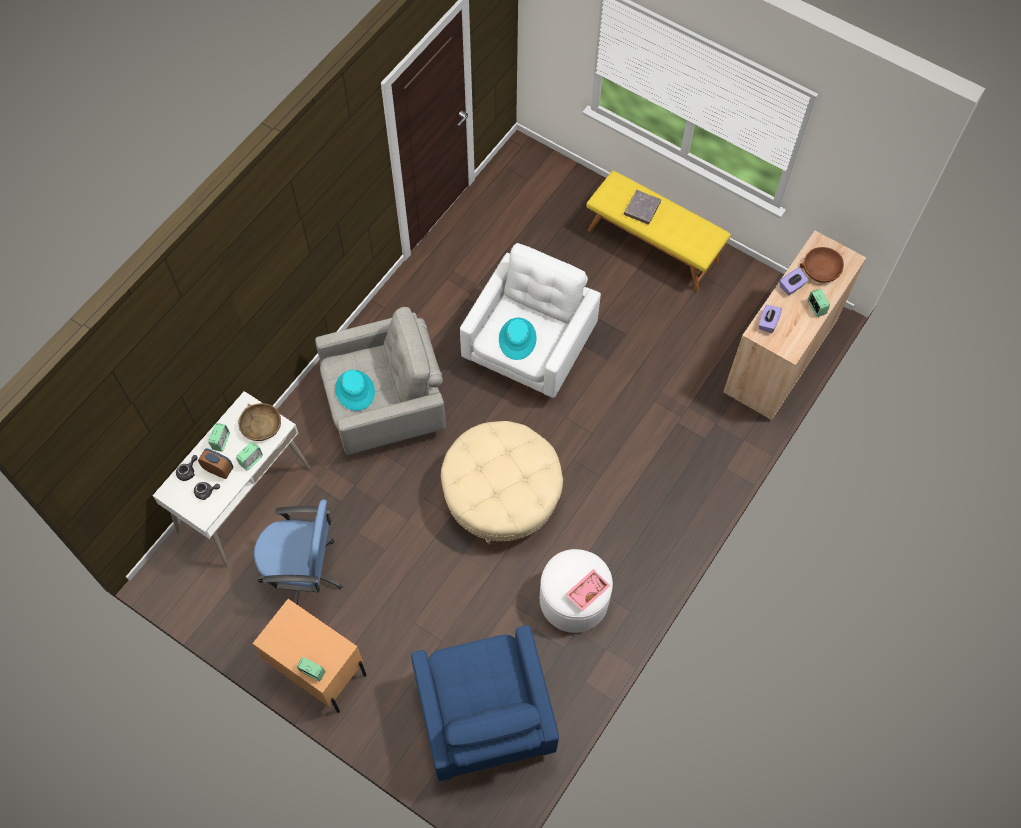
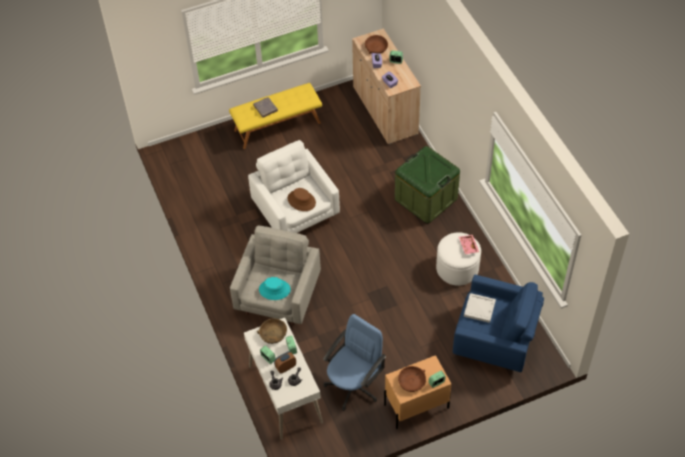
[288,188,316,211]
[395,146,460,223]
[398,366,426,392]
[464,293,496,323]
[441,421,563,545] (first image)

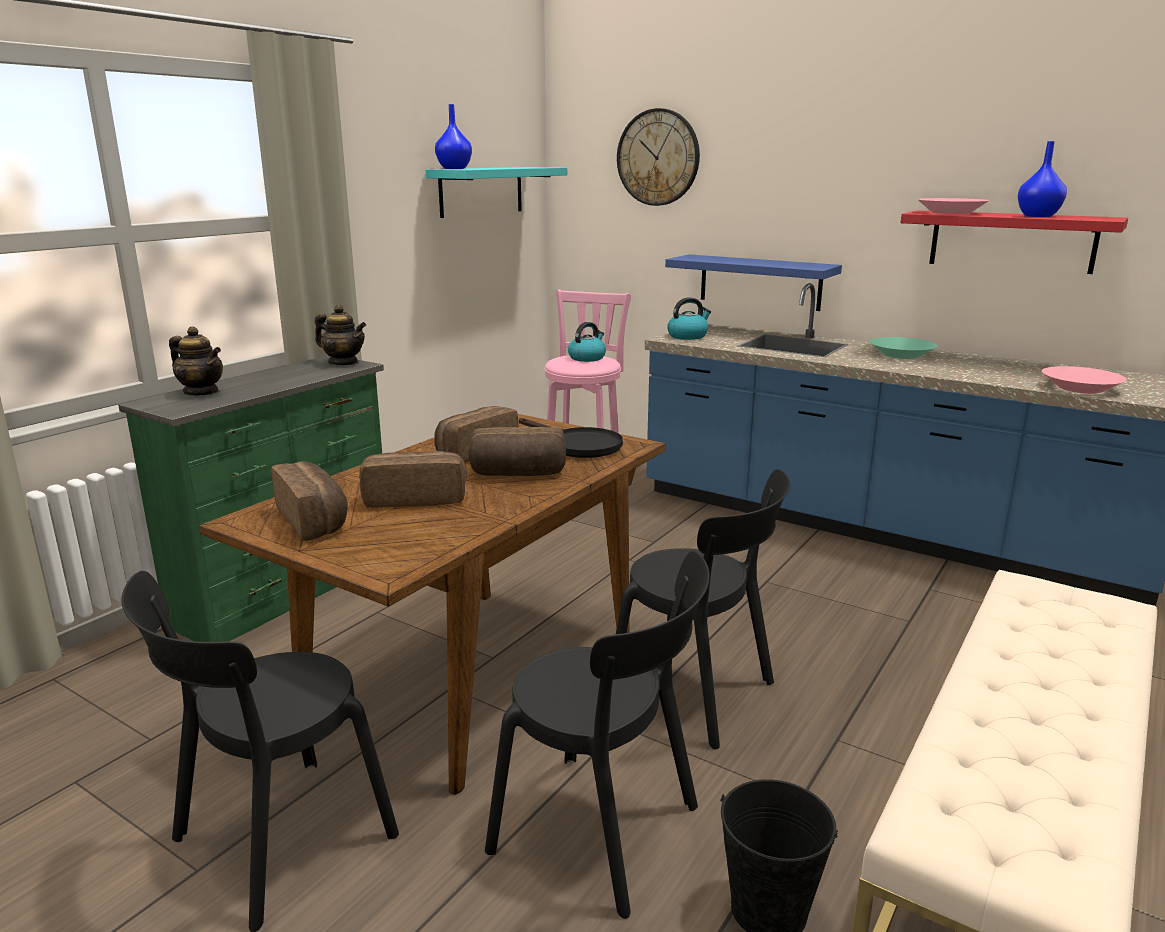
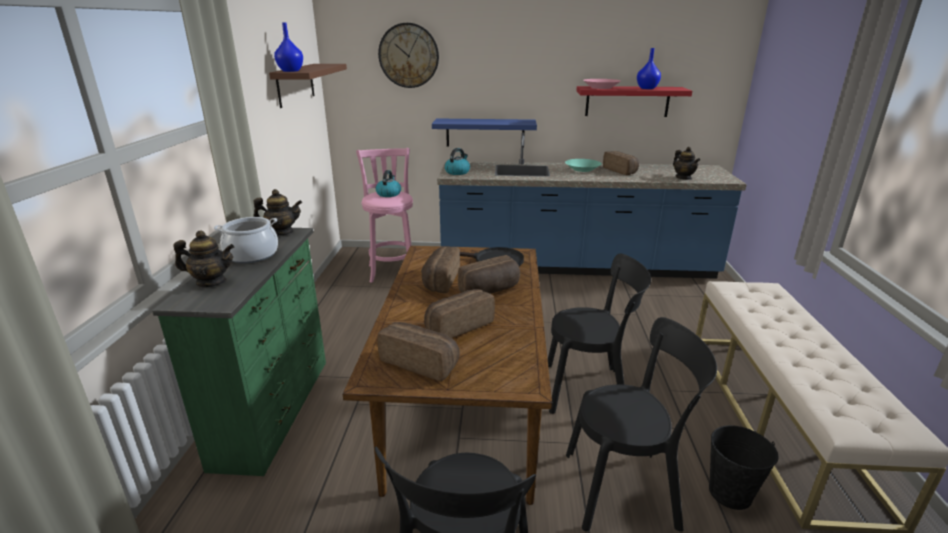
[214,217,278,263]
[269,64,347,108]
[603,151,639,175]
[673,147,700,180]

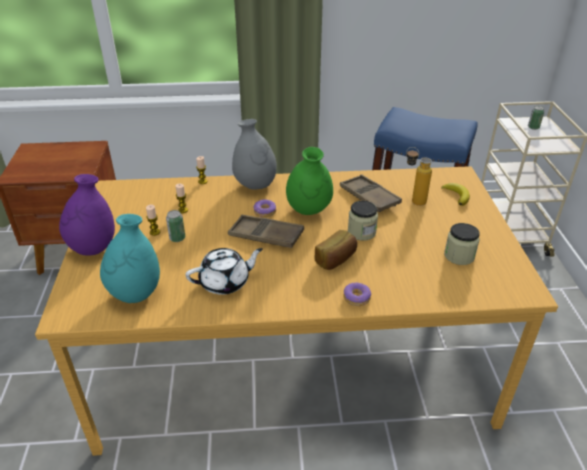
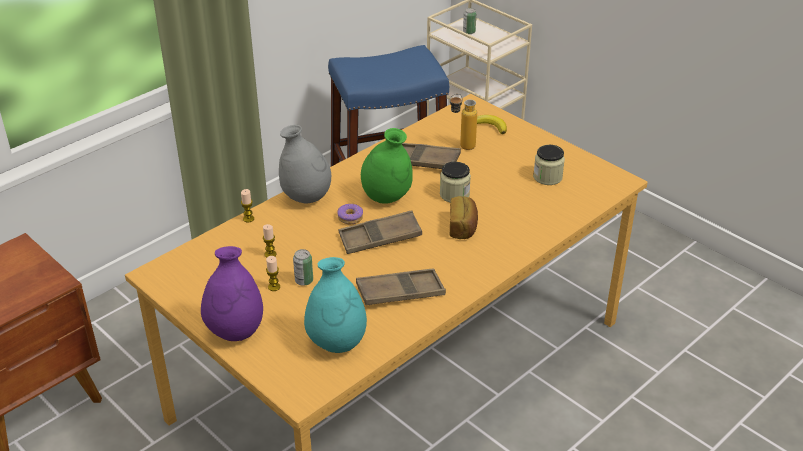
[356,268,446,305]
[343,282,371,306] (first image)

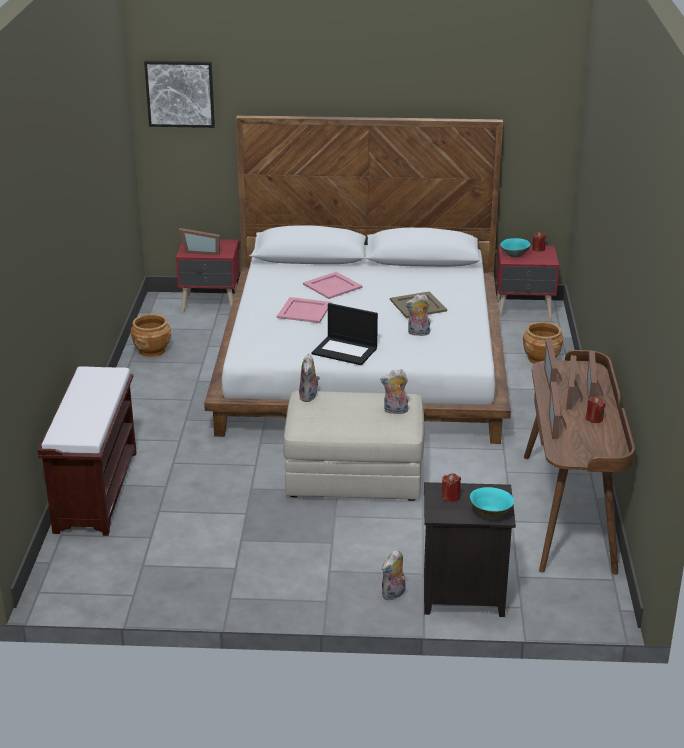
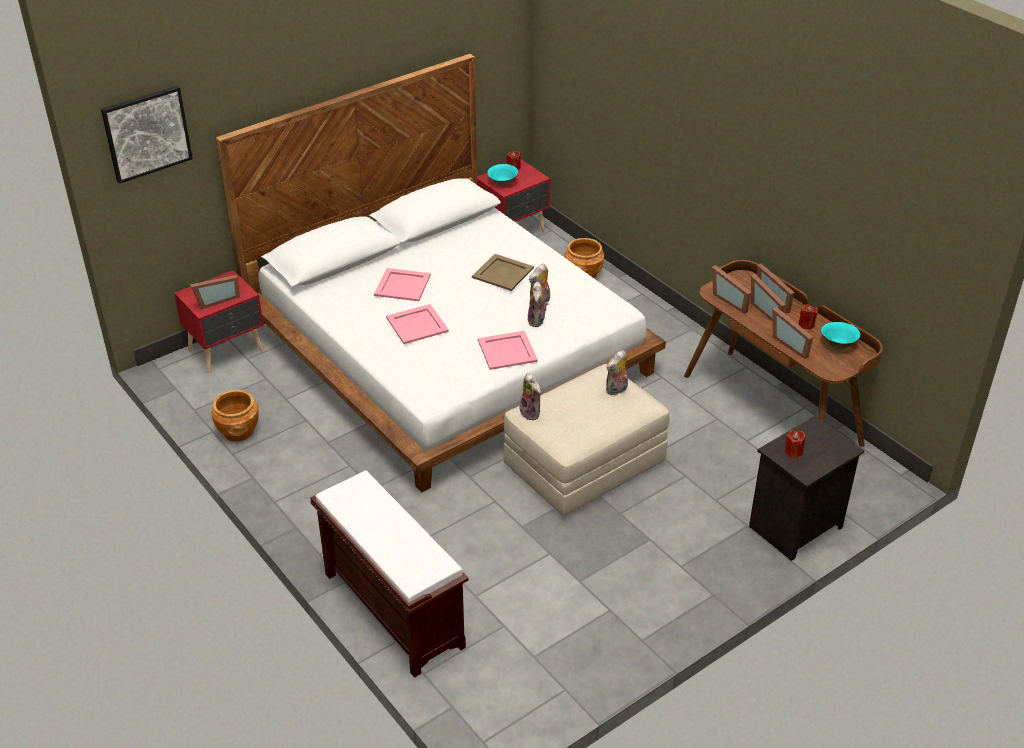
[478,331,538,370]
[528,281,548,327]
[821,322,860,350]

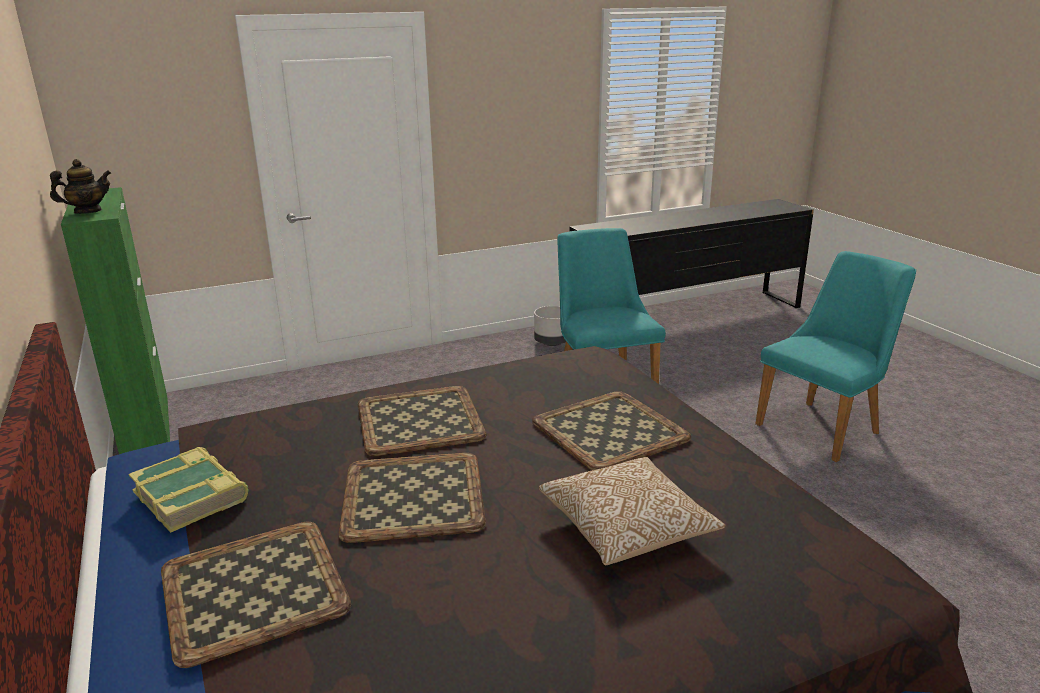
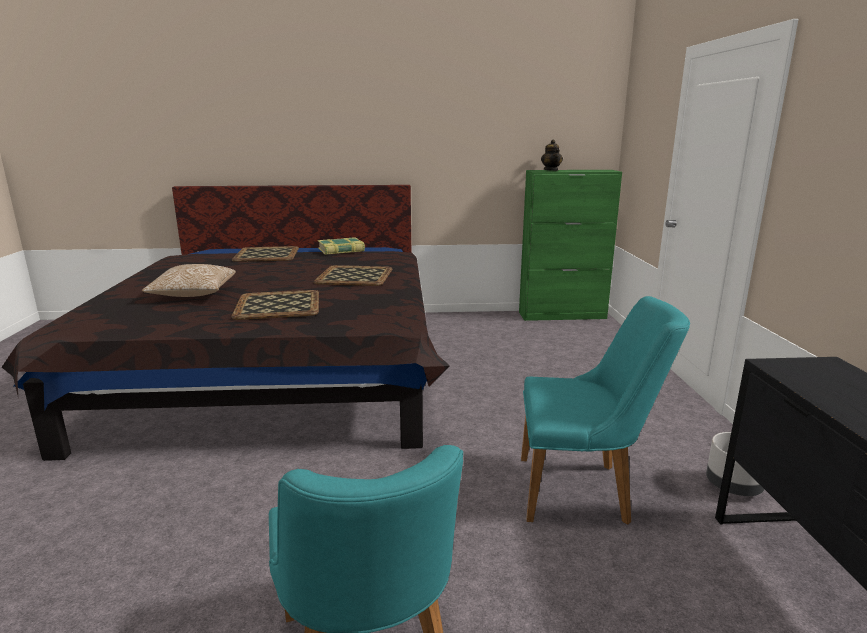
[338,453,486,543] (first image)

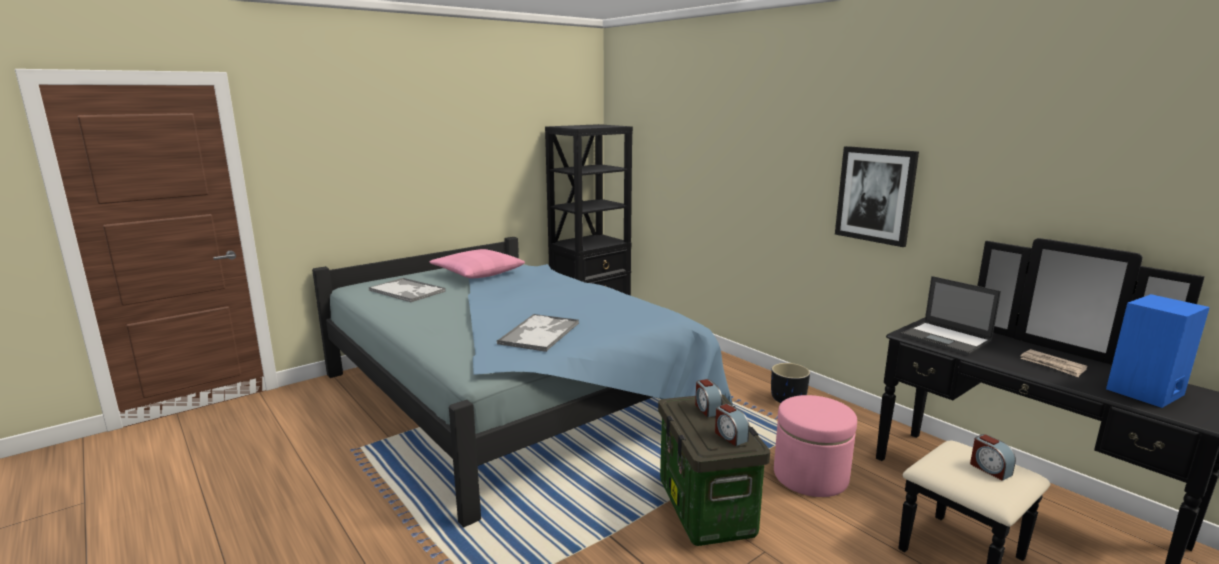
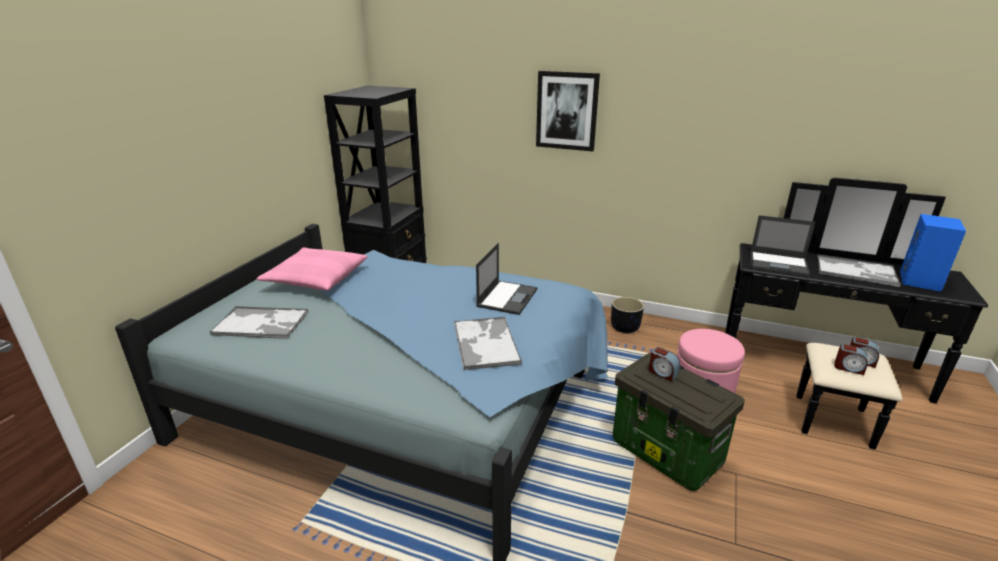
[476,243,537,315]
[536,71,600,151]
[817,254,901,287]
[834,344,868,375]

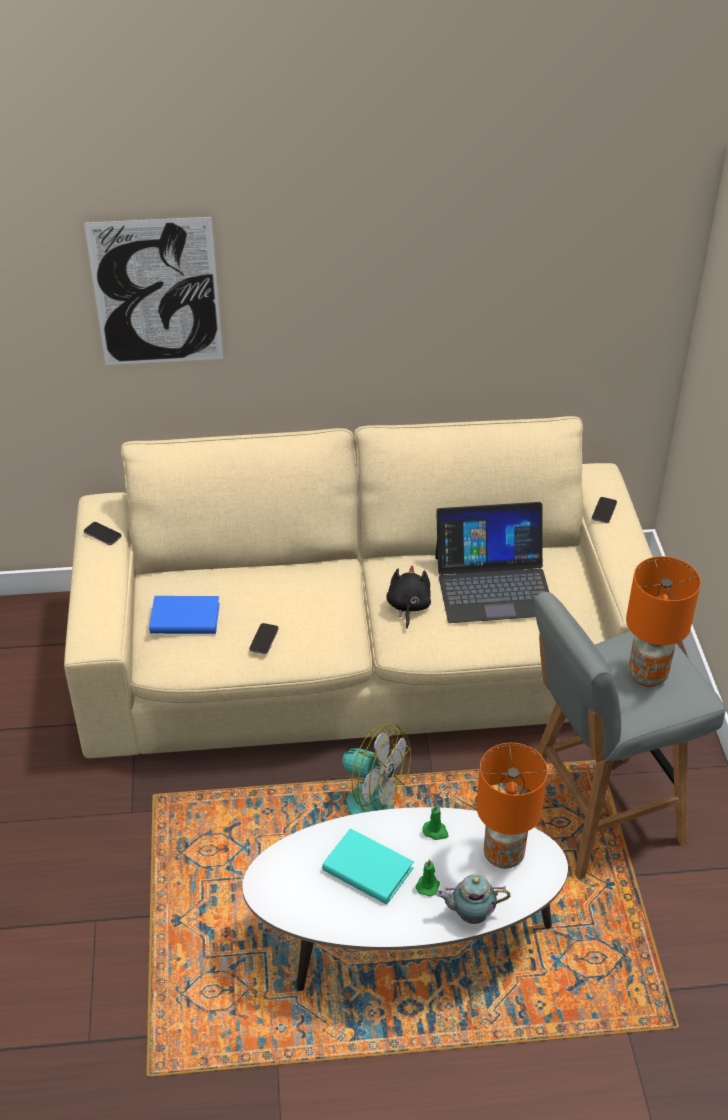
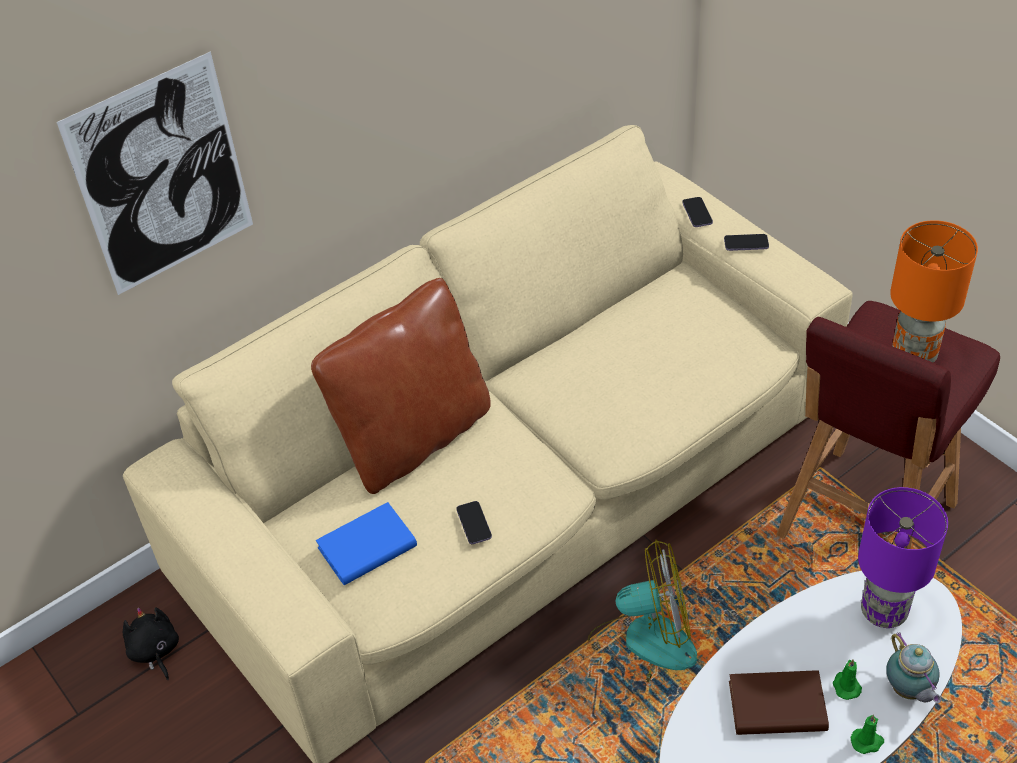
[123,607,179,680]
[311,278,491,494]
[724,234,769,251]
[729,670,829,735]
[776,301,1000,549]
[850,714,884,754]
[858,487,948,628]
[886,633,941,703]
[435,502,549,623] (first image)

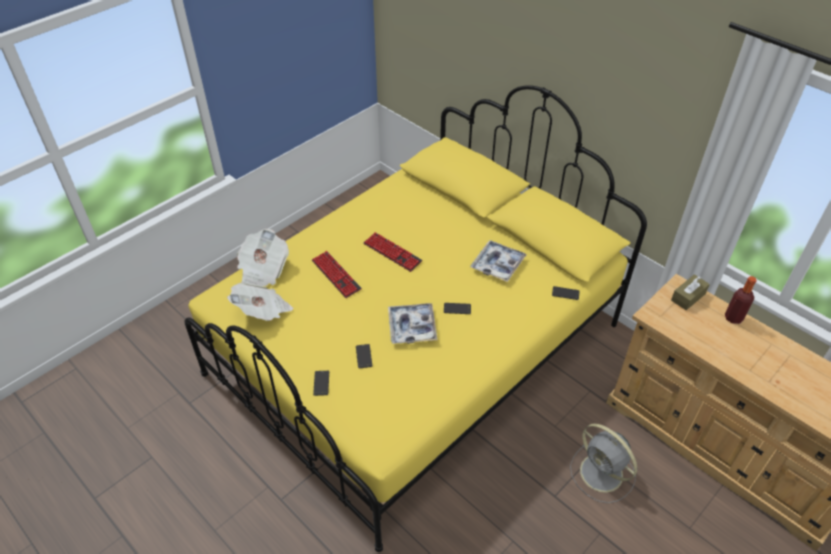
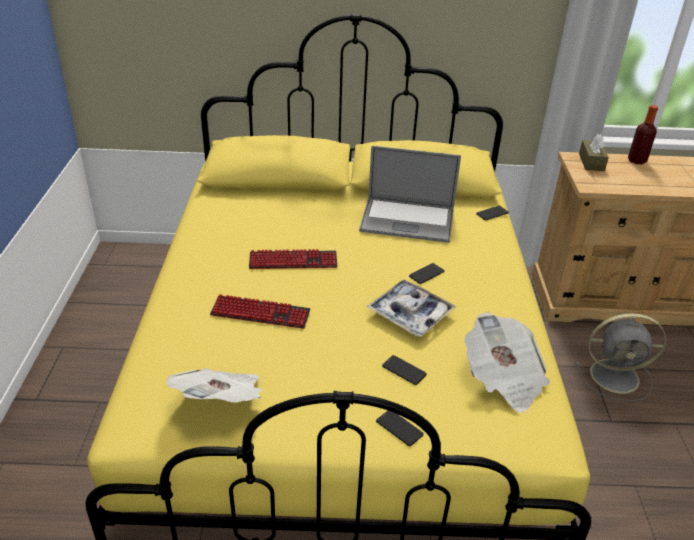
[359,146,461,243]
[464,312,550,413]

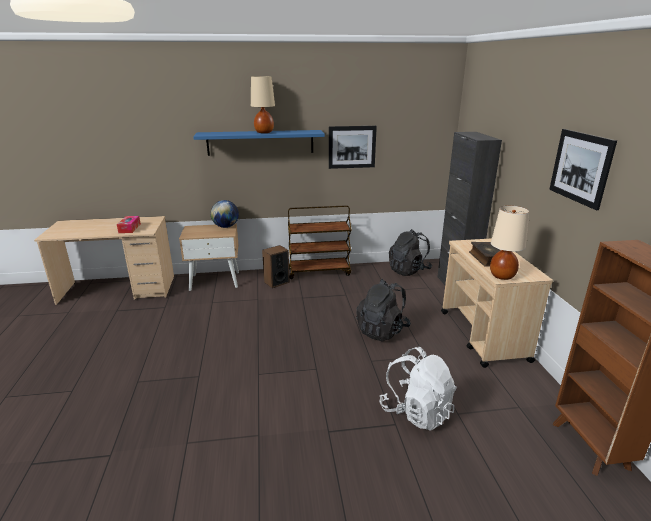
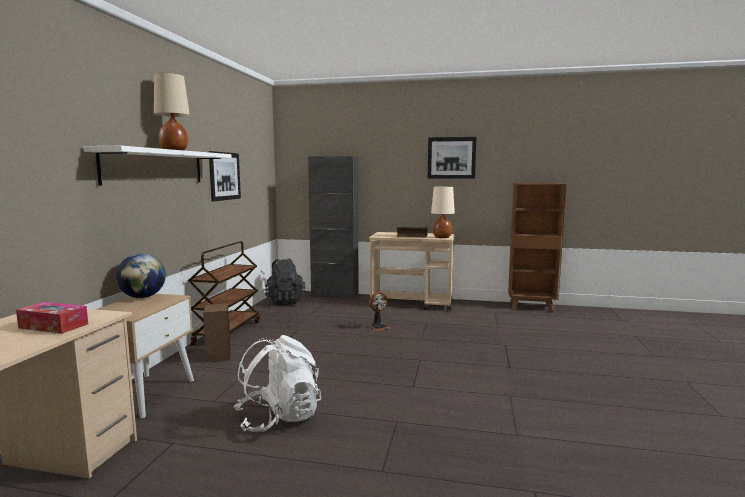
[83,146,231,186]
[233,335,321,432]
[369,292,391,332]

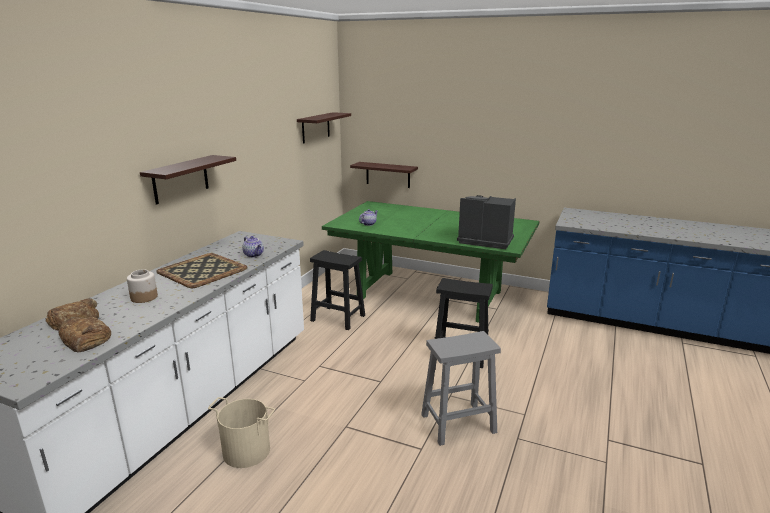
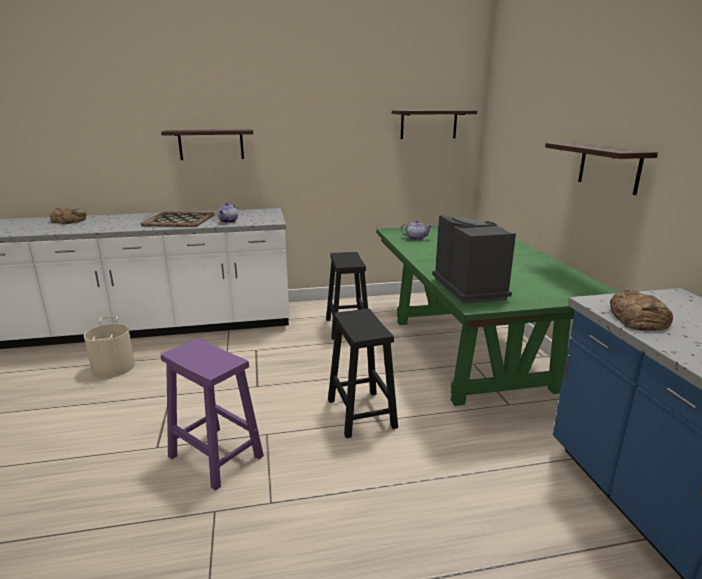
[161,338,264,491]
[545,142,658,195]
[610,290,673,331]
[127,269,158,303] (first image)

